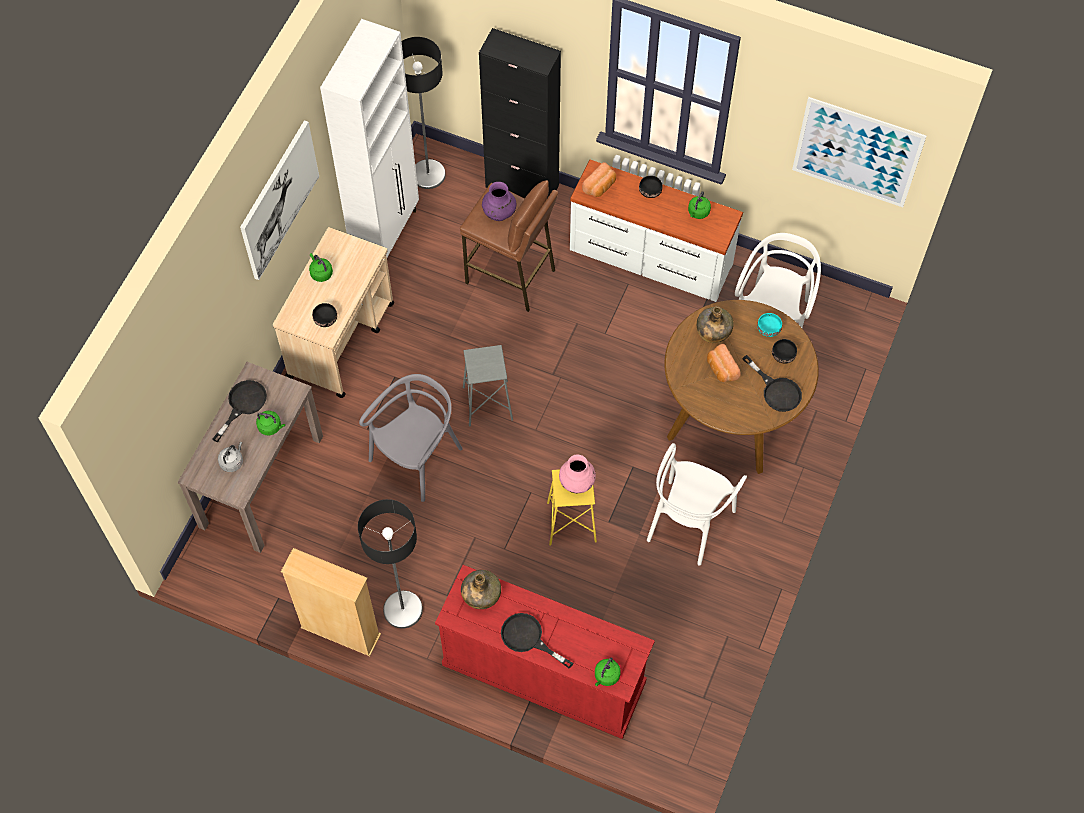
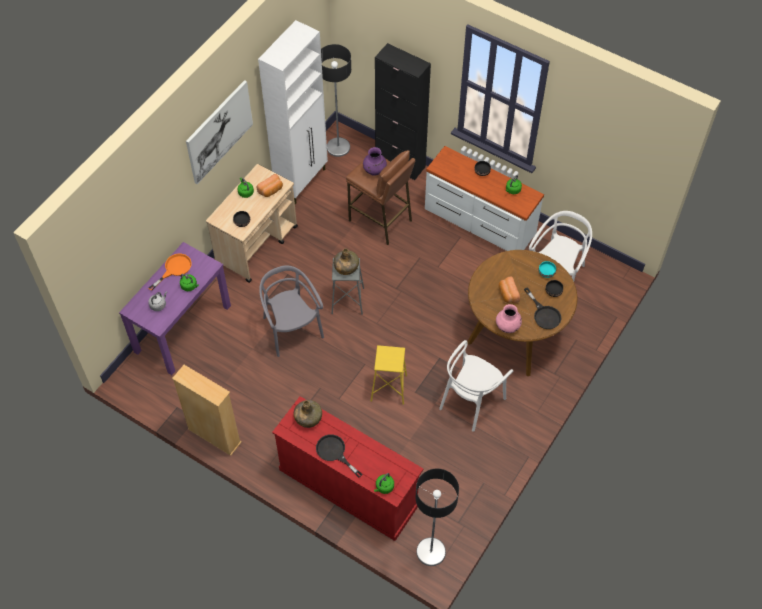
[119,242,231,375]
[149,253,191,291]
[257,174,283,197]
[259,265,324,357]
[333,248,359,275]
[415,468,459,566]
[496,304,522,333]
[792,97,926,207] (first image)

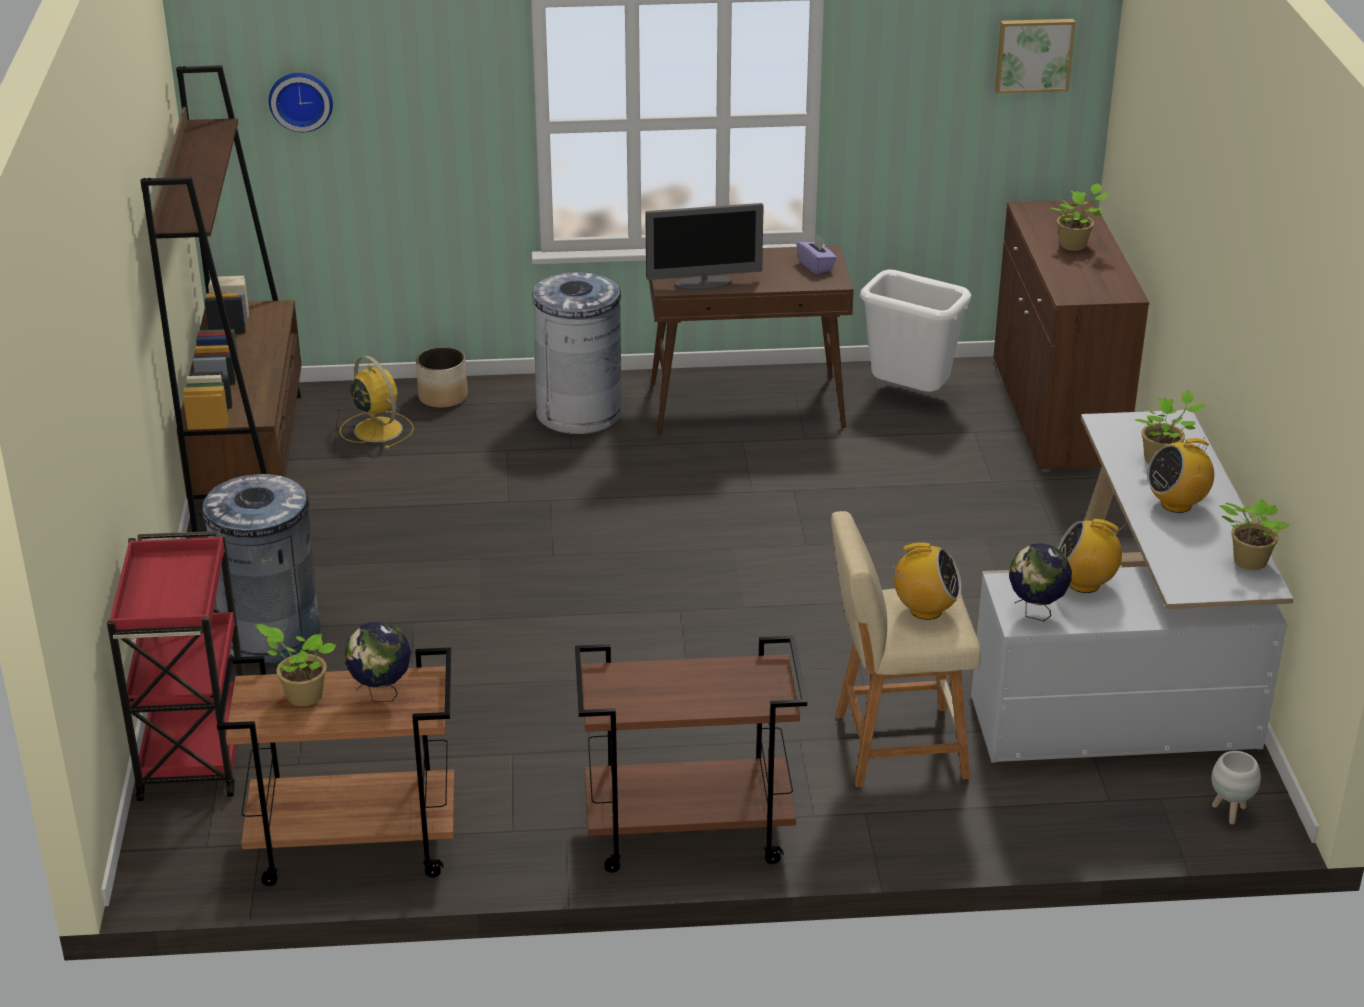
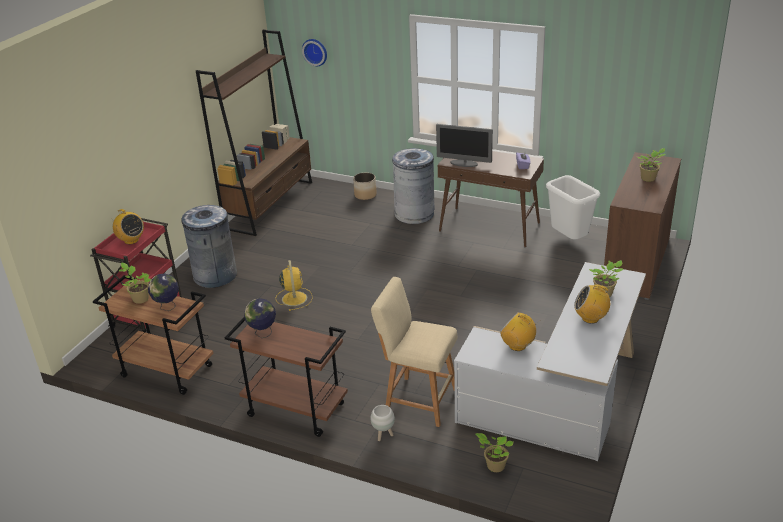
[112,209,144,244]
[244,298,276,338]
[276,260,313,311]
[371,405,395,441]
[475,433,513,472]
[995,19,1075,94] (first image)

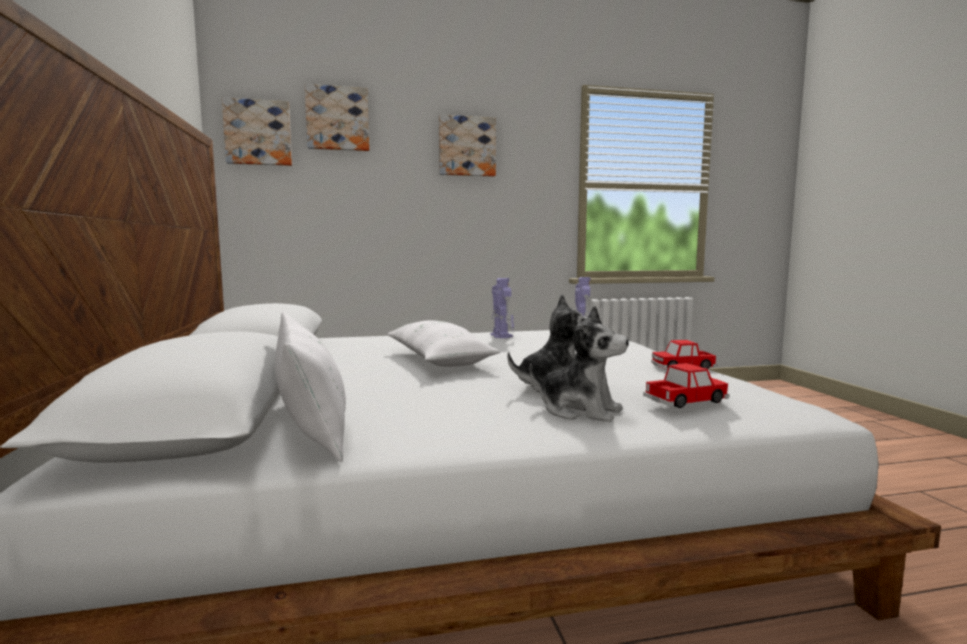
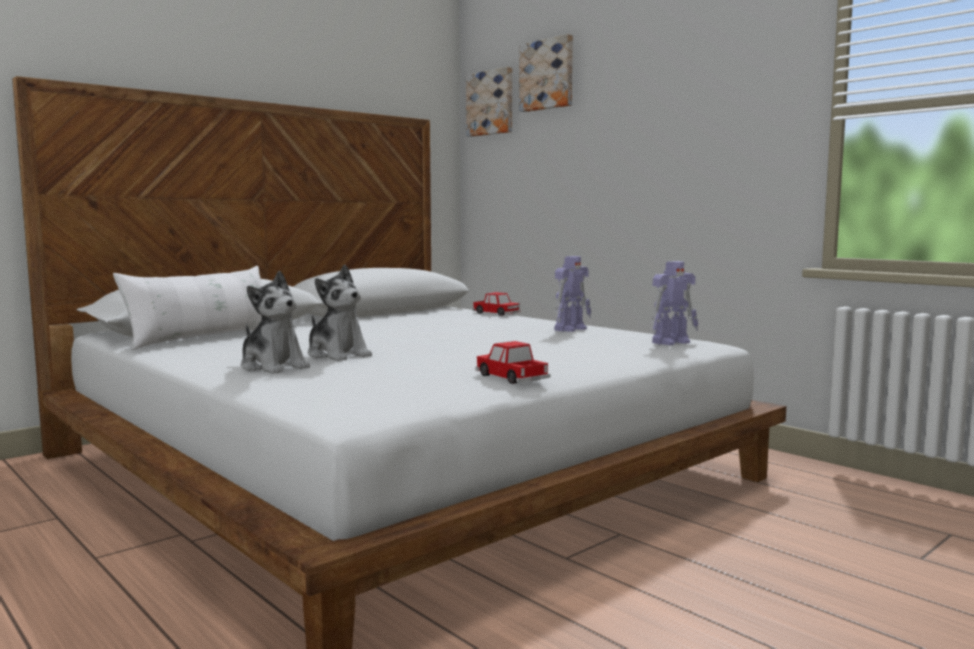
[241,271,310,374]
[472,292,521,316]
[387,320,500,367] (first image)
[439,114,496,177] (first image)

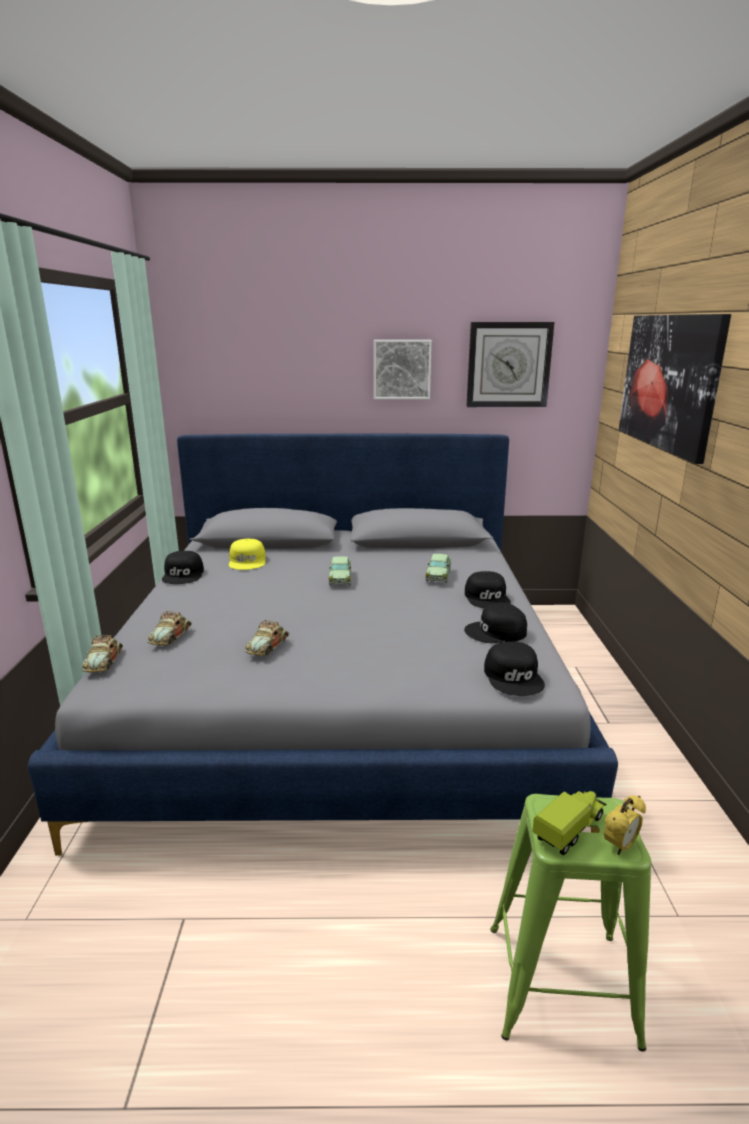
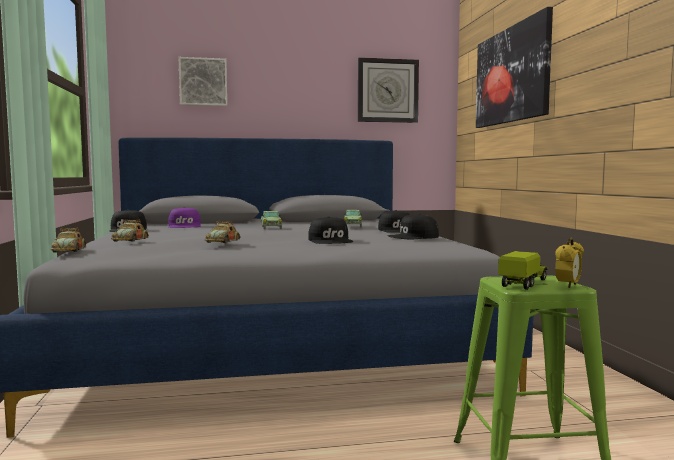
[168,207,201,228]
[178,57,227,106]
[308,216,353,244]

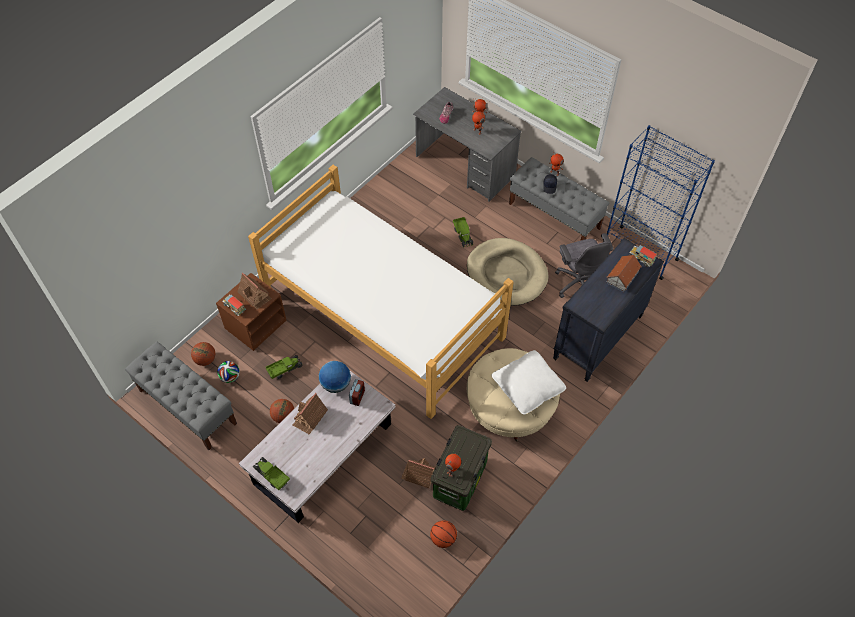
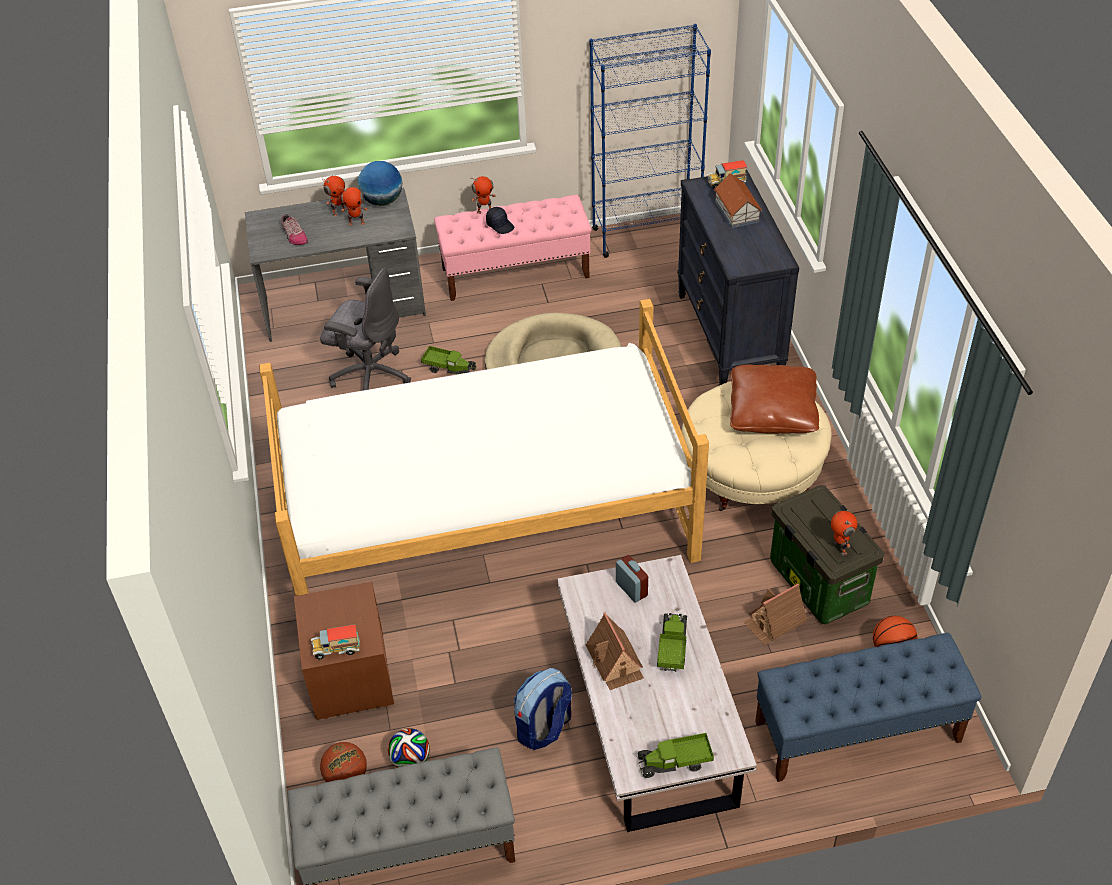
[320,268,411,390]
[358,161,402,206]
[434,195,591,301]
[514,668,572,750]
[657,613,687,672]
[730,365,819,434]
[755,633,981,782]
[237,272,272,309] (first image)

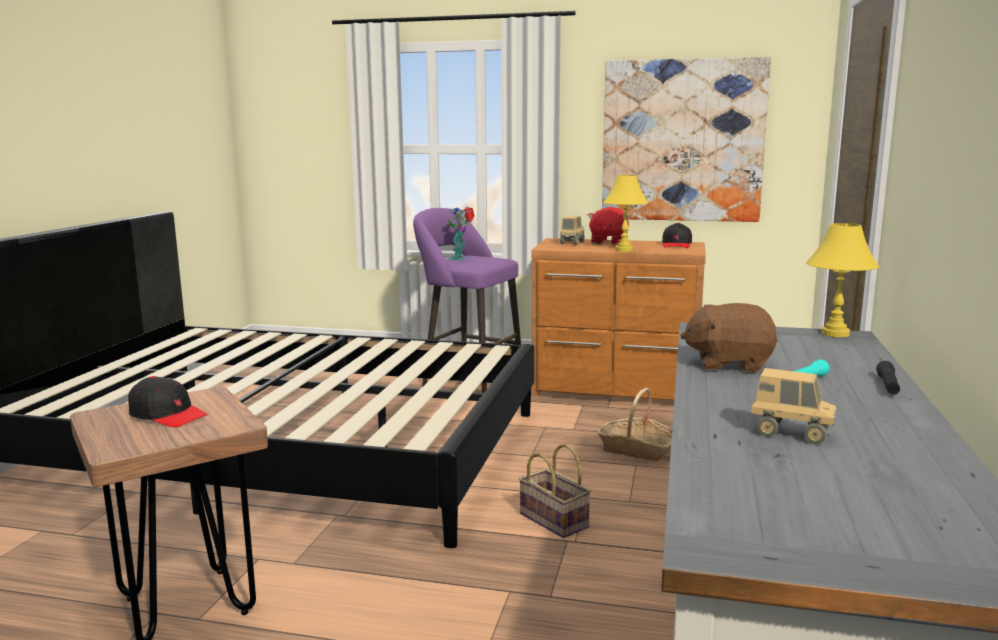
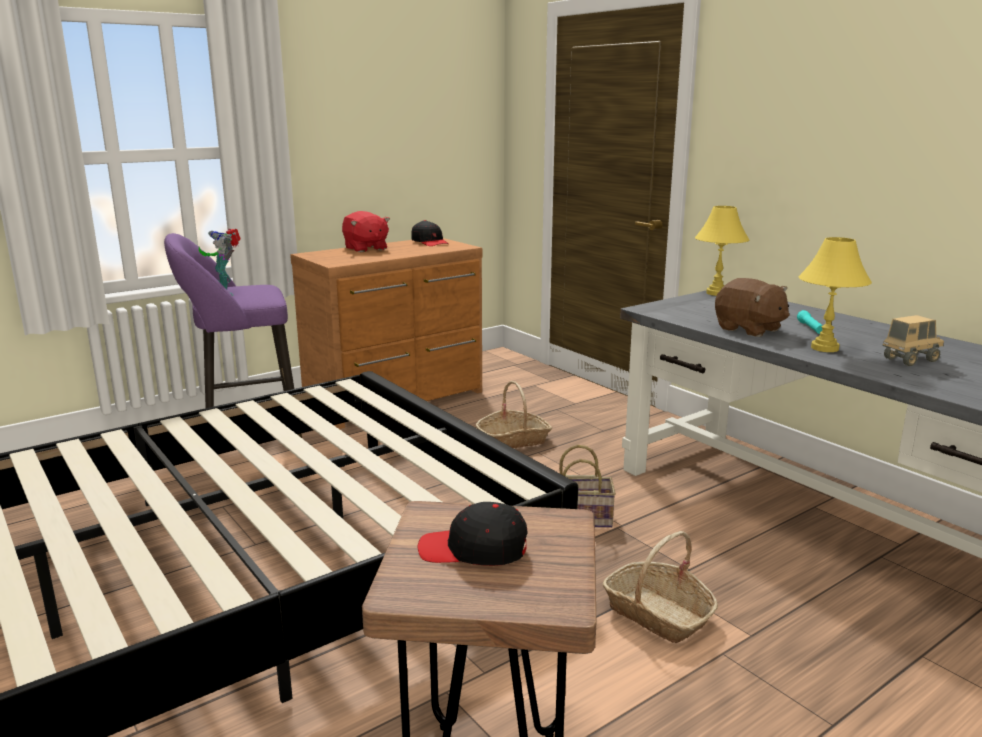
[418,502,528,566]
[602,531,718,643]
[715,278,789,337]
[799,237,872,352]
[560,216,585,245] (first image)
[602,57,771,222] (first image)
[876,361,900,395] (first image)

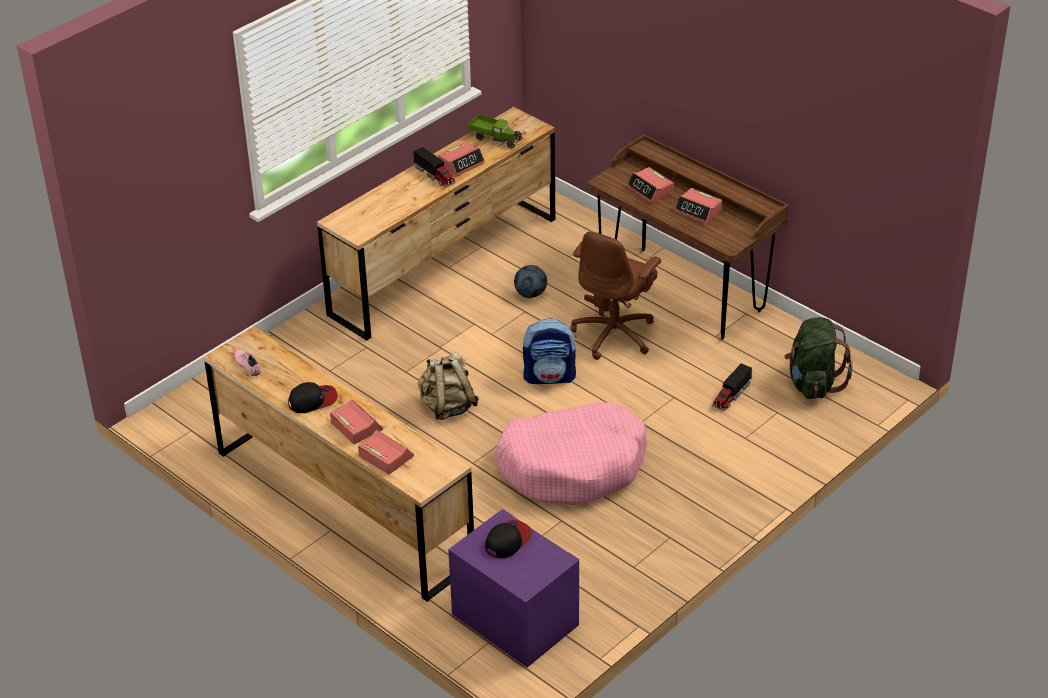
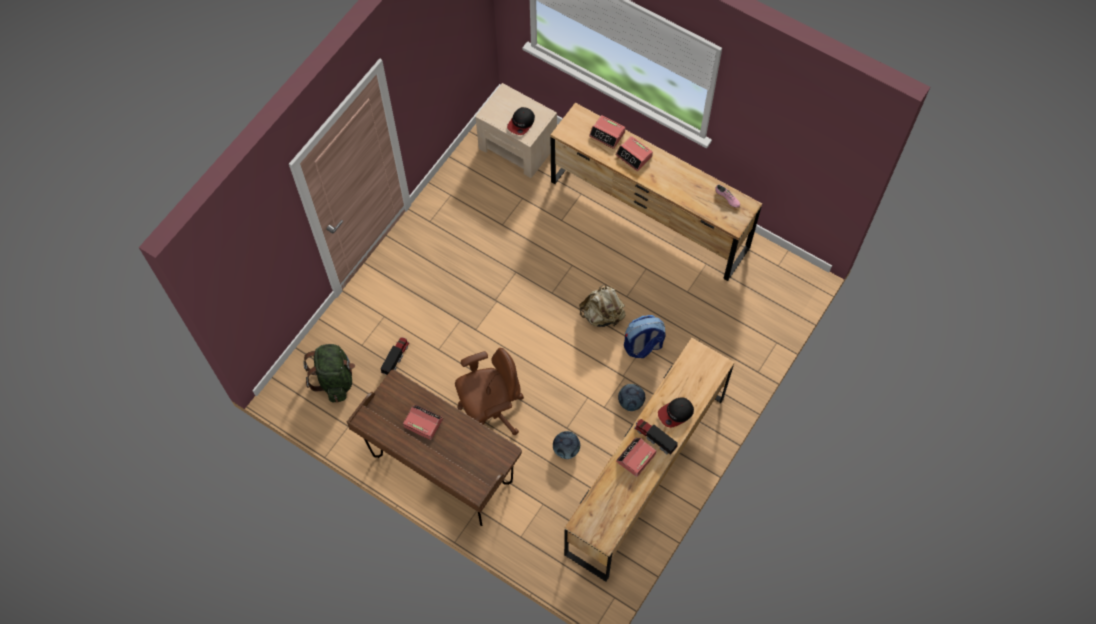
[455,348,524,435]
[476,83,557,178]
[618,384,646,411]
[624,315,666,358]
[658,398,694,428]
[468,114,523,149] (first image)
[496,402,647,505] (first image)
[627,167,673,203] (first image)

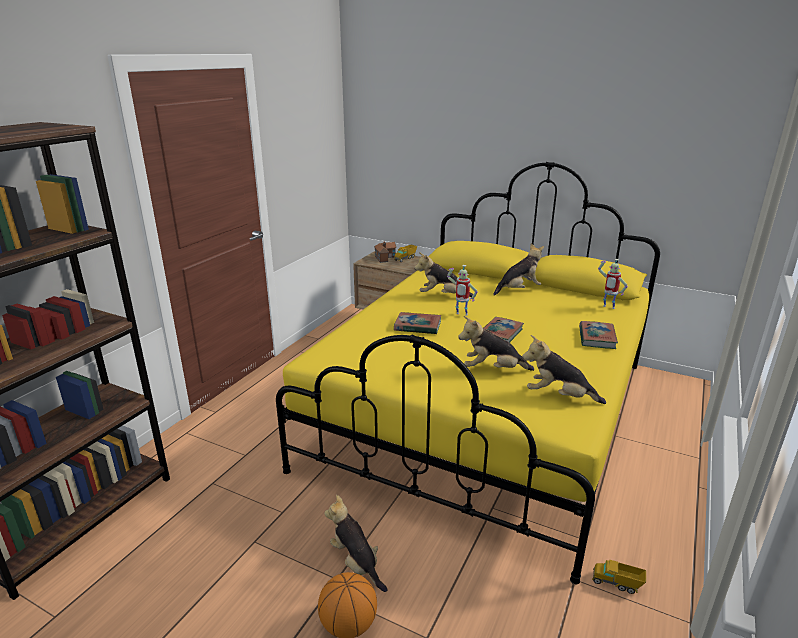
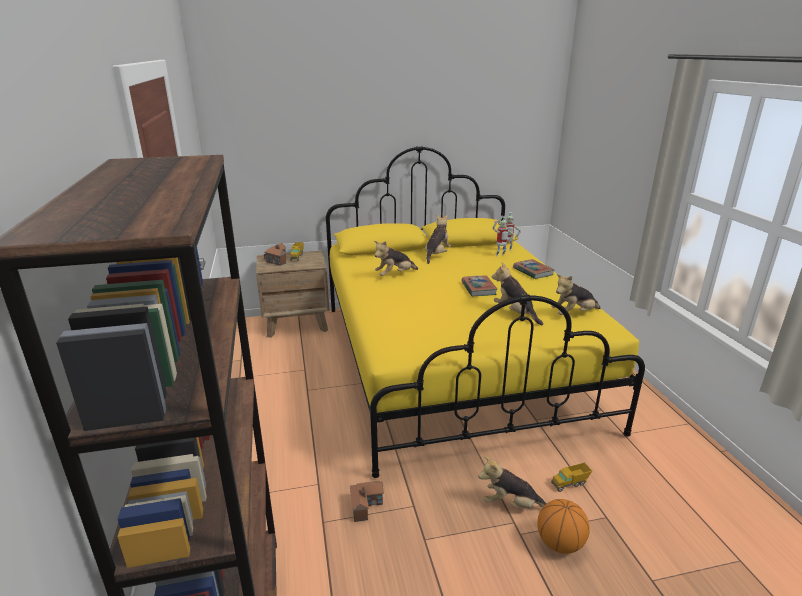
[350,481,384,522]
[492,262,543,325]
[493,217,514,256]
[551,463,592,492]
[394,312,441,334] (first image)

